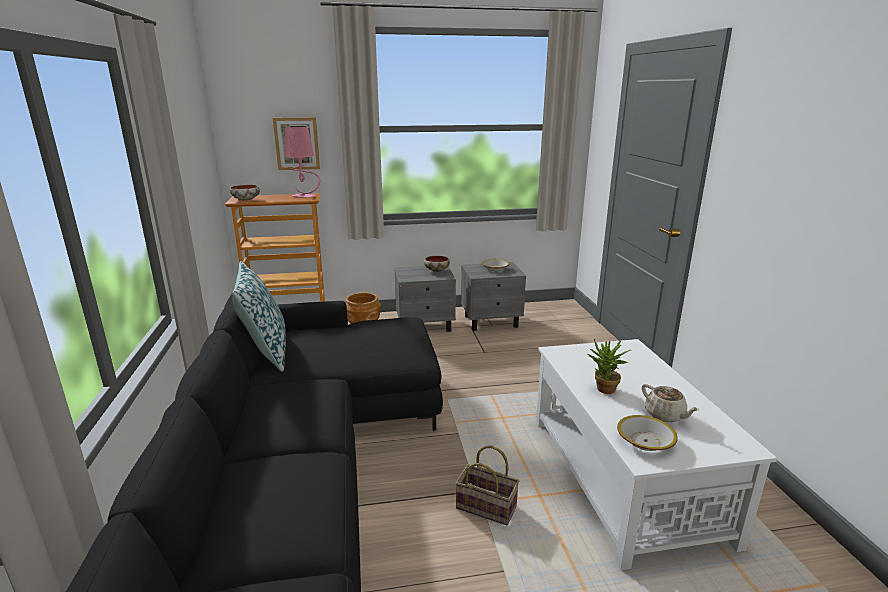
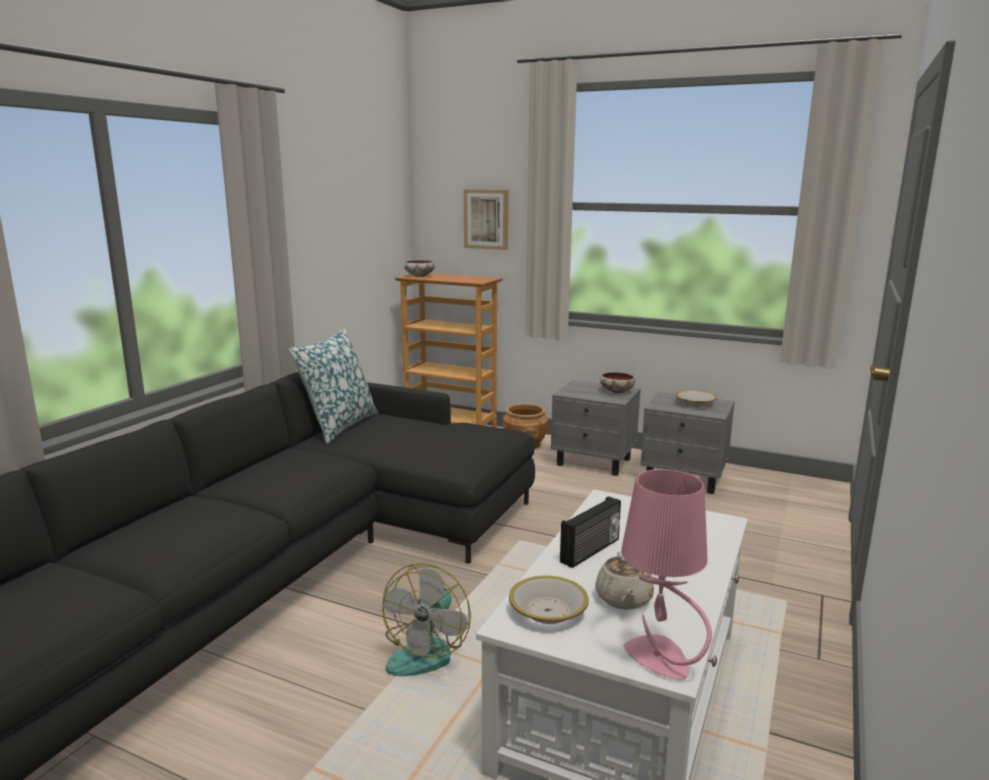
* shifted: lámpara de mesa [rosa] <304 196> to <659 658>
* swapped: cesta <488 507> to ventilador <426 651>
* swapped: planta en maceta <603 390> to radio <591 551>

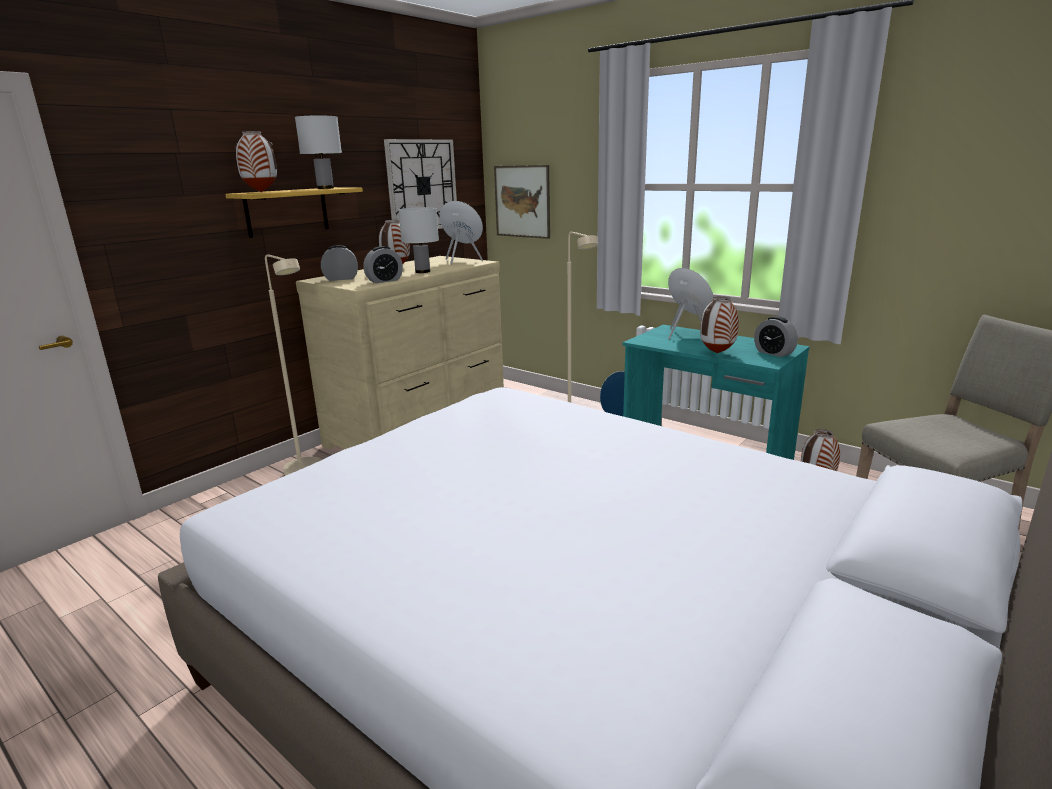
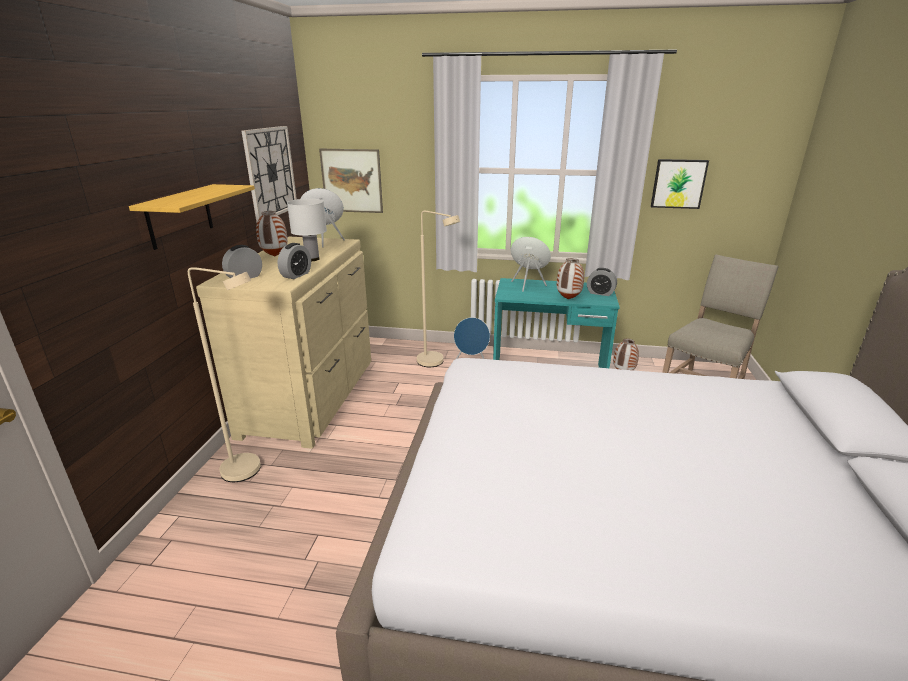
* gone: florero <260 192>
* gone: lámpara de mesa [blanco] <325 188>
* new: cuadro <678 183>

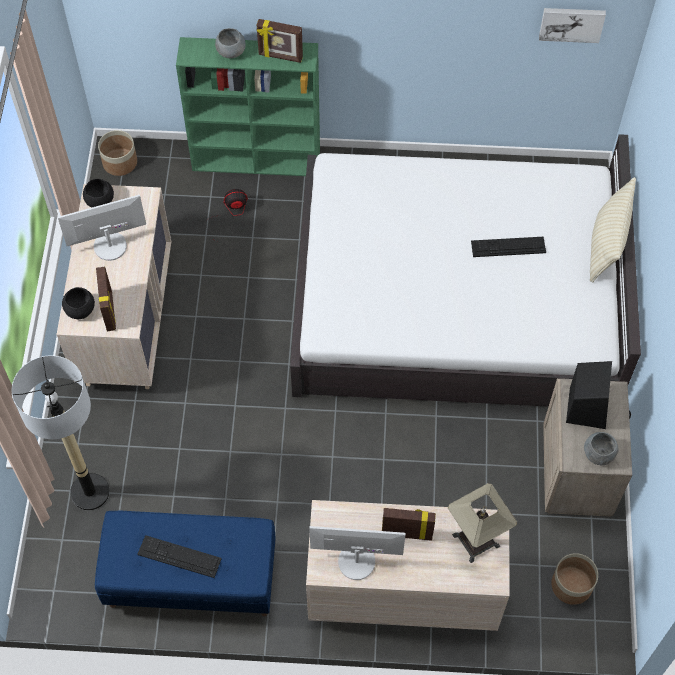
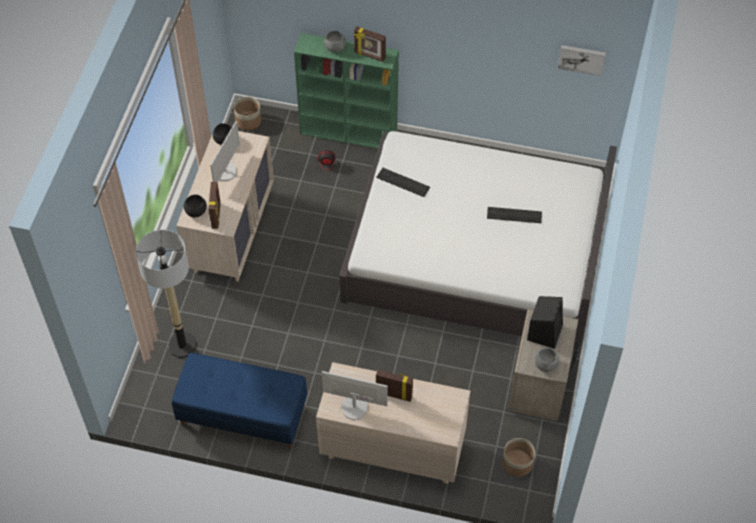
* gone: lámpara de mesa <476 540>
* gone: cojín [beis] <607 243>
* shifted: teclado <179 556> to <403 182>
* rotated: monitor <109 245> = <225 171> 120 degrees clockwise

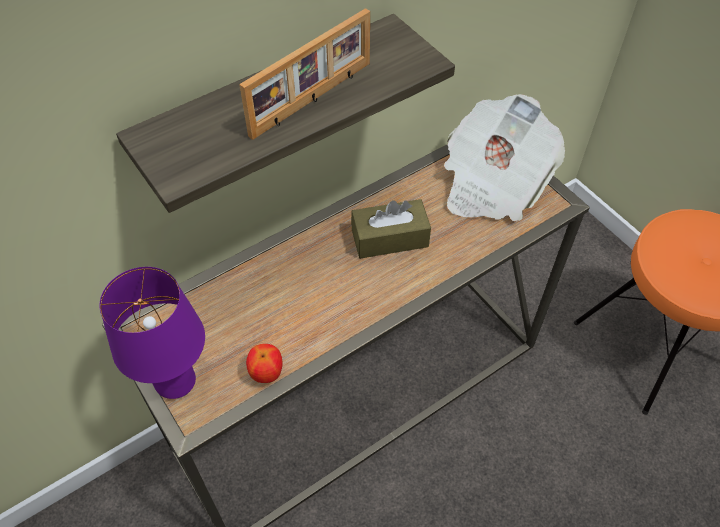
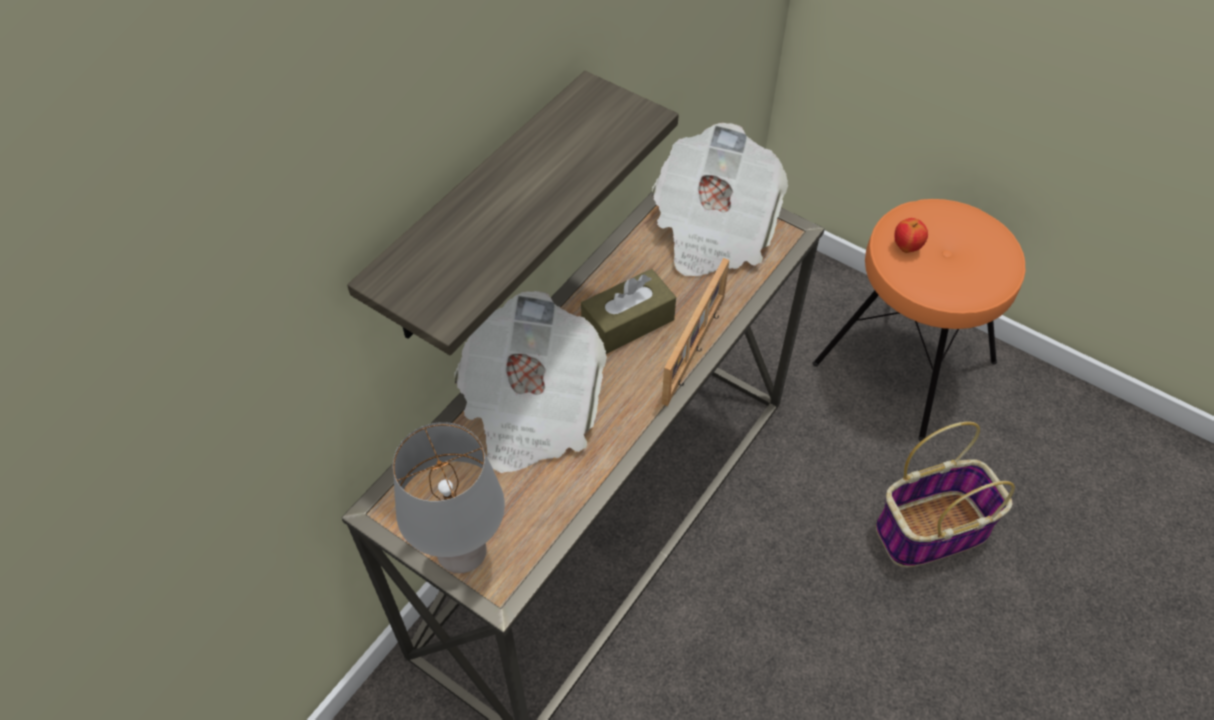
* new: periódico <531 408>
* new: cesta <932 529>
* shifted: portarretratos <313 99> to <696 349>
* shifted: manzana <266 373> to <906 247>
* repainted: lámpara de mesa [morado] <174 382> to lámpara de mesa [gris] <461 554>

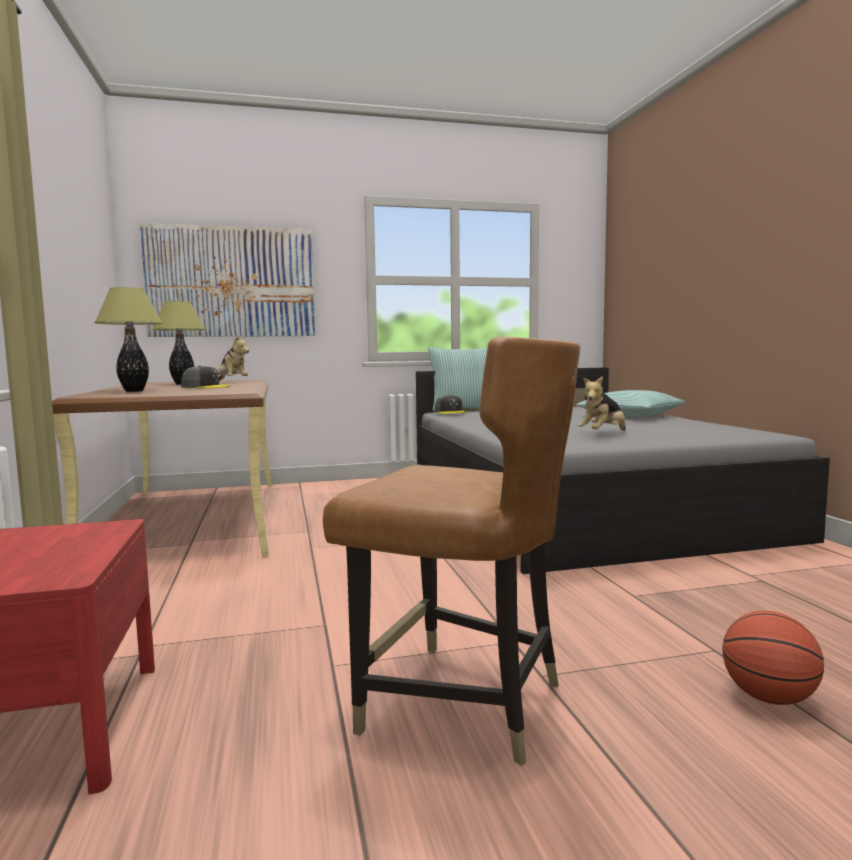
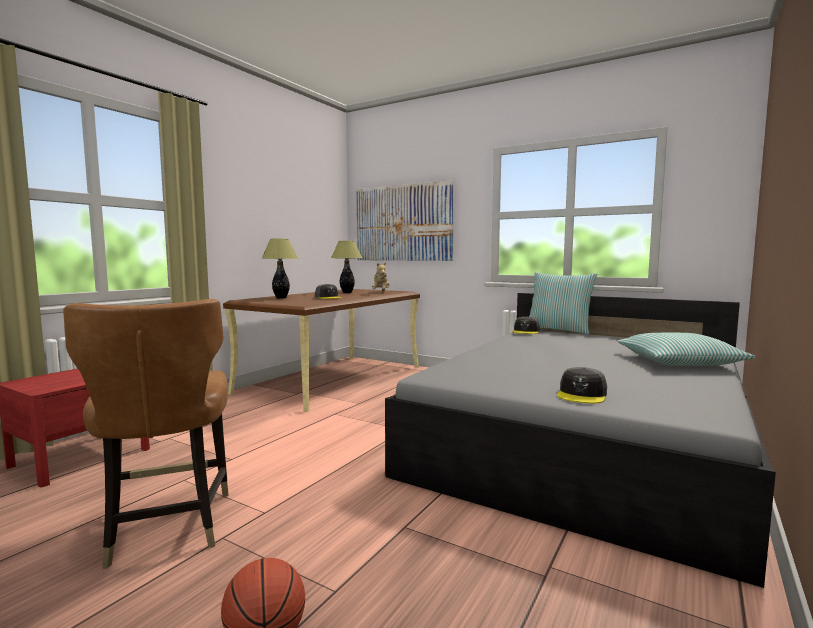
* gone: peluche <603 434>
* new: gorra [gris] <582 395>

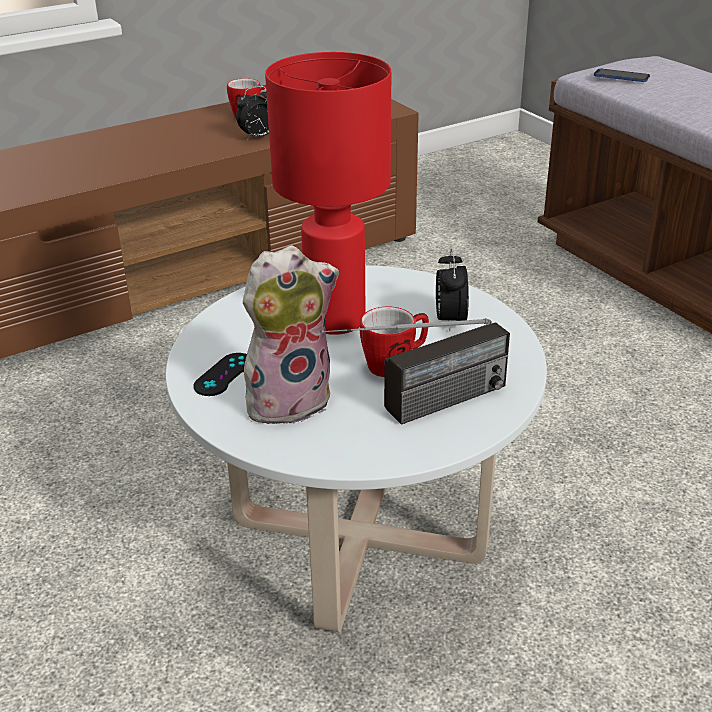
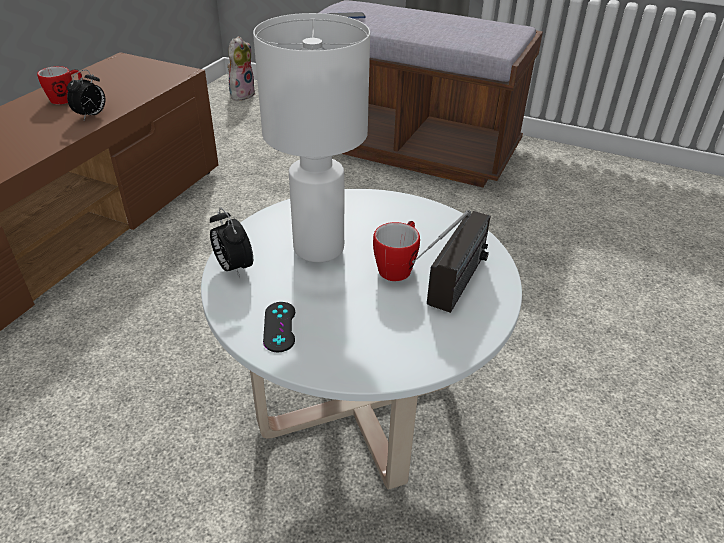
* shifted: peluche <289 399> to <242 94>
* shifted: despertador <450 320> to <233 268>
* repainted: lámpara de mesa [rojo] <333 320> to lámpara de mesa [blanco] <317 249>

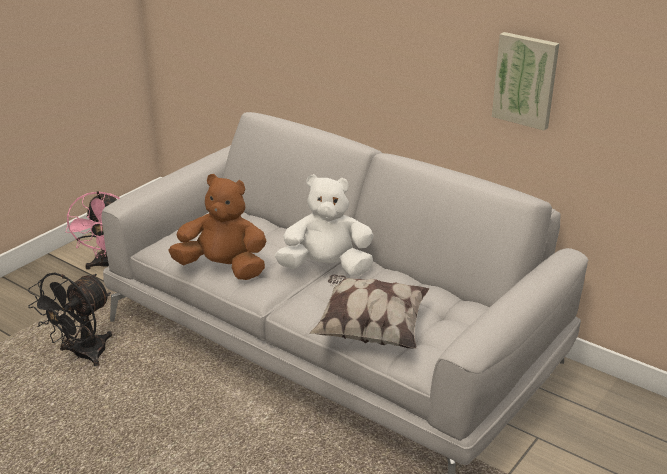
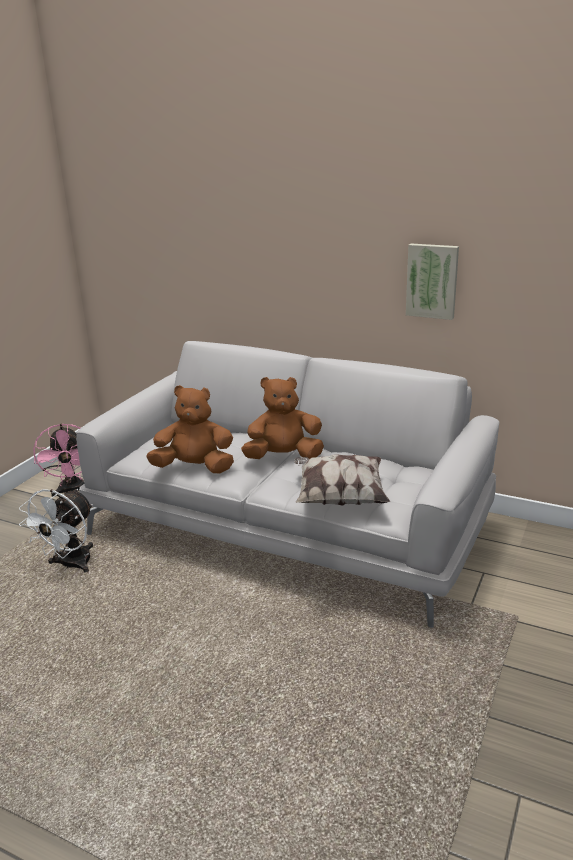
* repainted: ventilador [negro] <82 355> to ventilador [blanco] <70 565>
* repainted: peluche [blanco] <326 268> to peluche [marrón] <283 457>

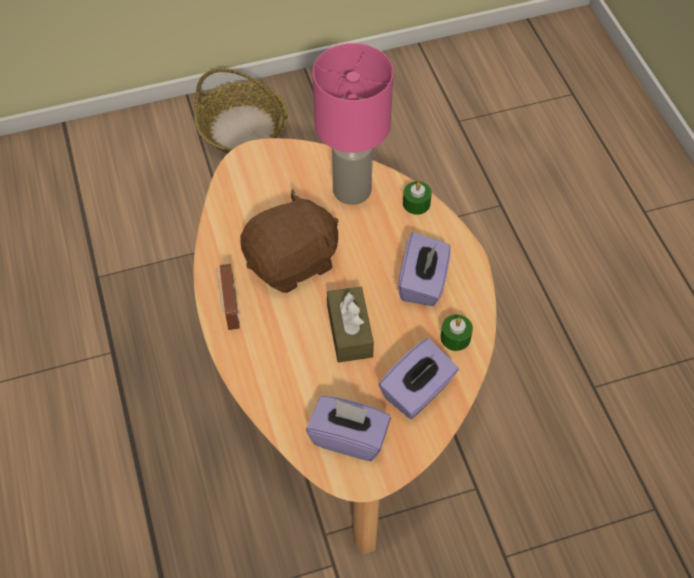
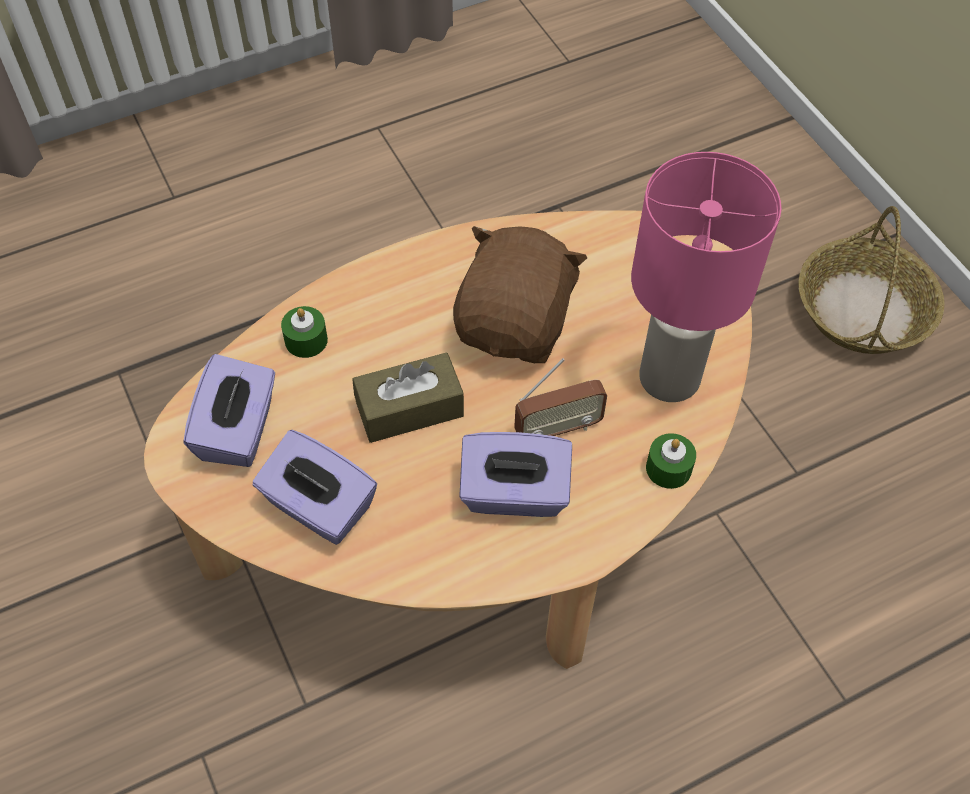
* shifted: radio <230 309> to <557 429>
* shifted: vela [verde] <455 337> to <306 340>
* rotated: peluche [marrón] <292 262> = <516 324> 120 degrees counterclockwise

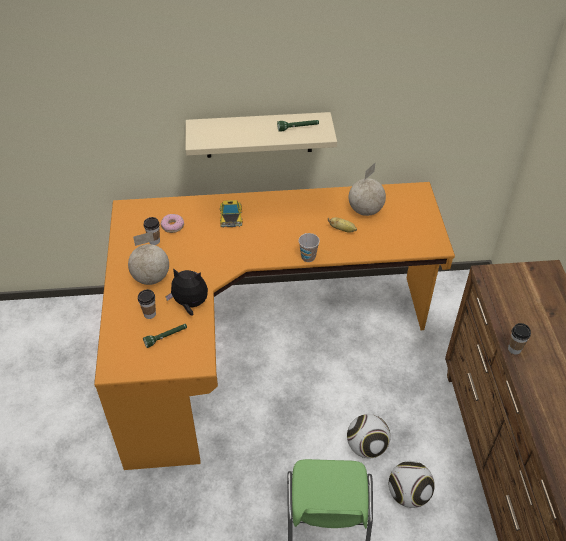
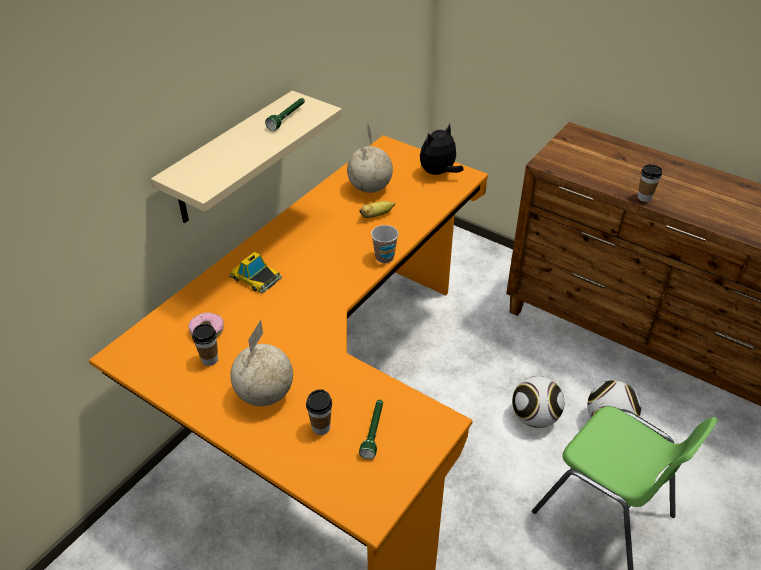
* shifted: peluche <190 304> to <438 173>

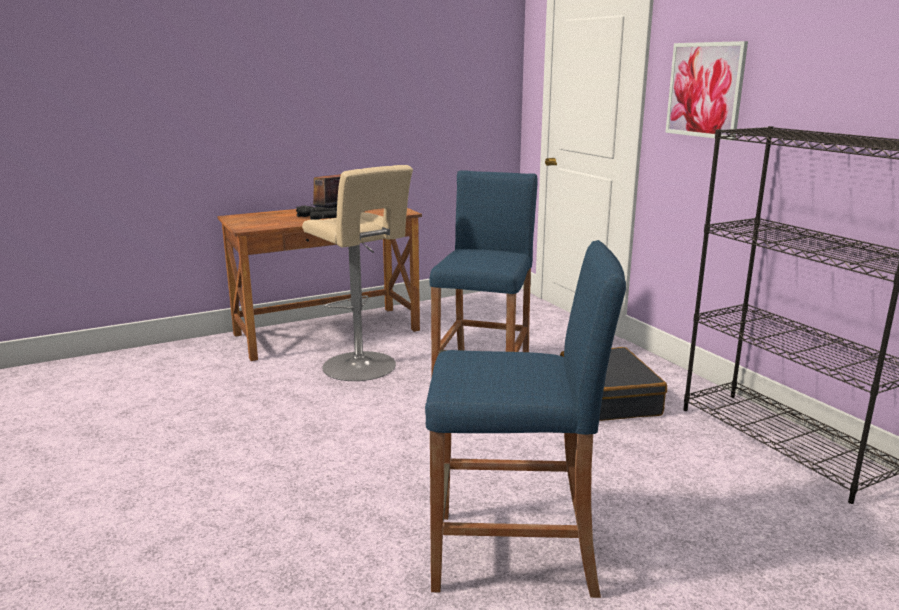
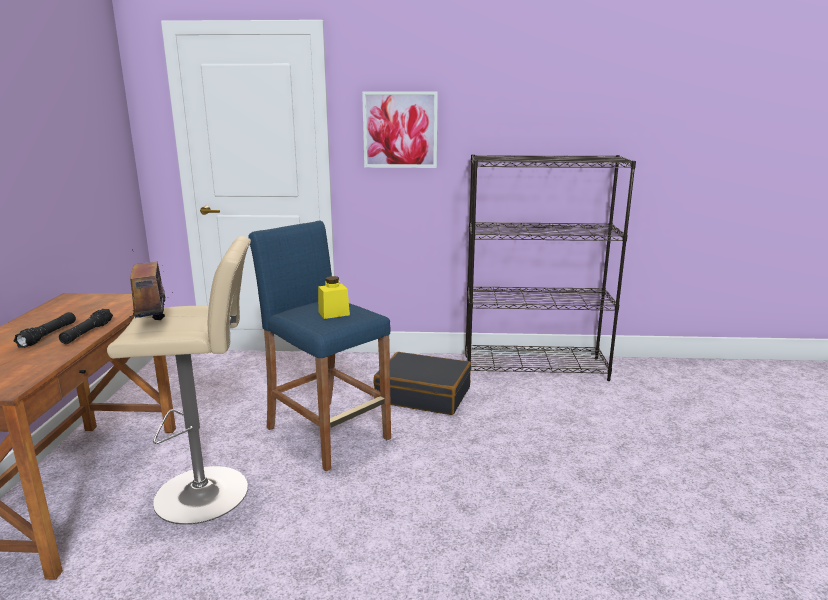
* gone: taburete [azul] <513 554>
* new: tarro [amarillo] <334 313>

